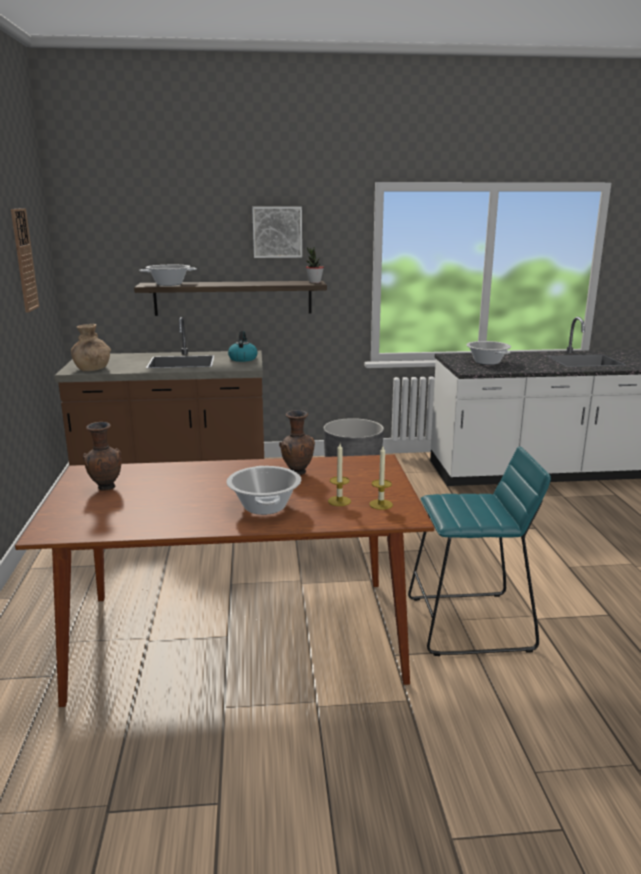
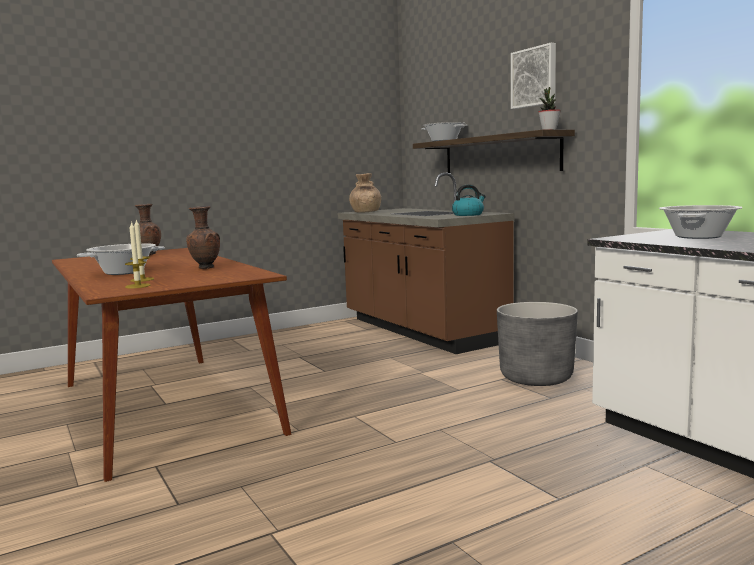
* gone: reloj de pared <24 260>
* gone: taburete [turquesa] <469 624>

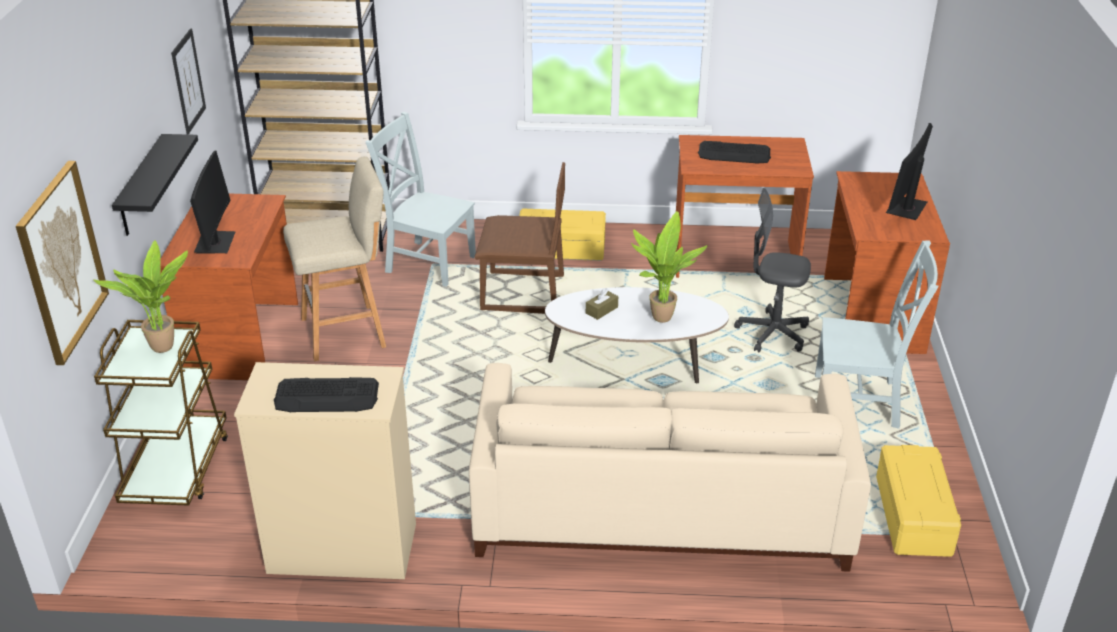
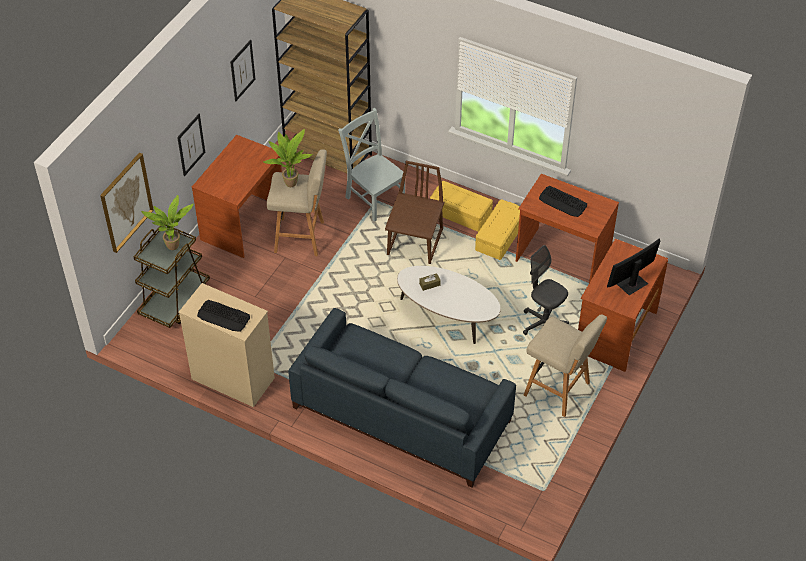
* gone: monitor <215 243>
* shifted: planta en maceta <659 317> to <290 182>
* shifted: caja de almacenaje [amarillo] <911 515> to <499 236>
* swapped: estante [negro] <141 186> to cuadro <191 144>
* swapped: silla [gris] <861 402> to taburete [beis] <558 390>
* repainted: sofá [beis] <659 505> to sofá [azul] <401 413>
* rotated: silla [marrón] <522 294> = <415 242> 105 degrees counterclockwise

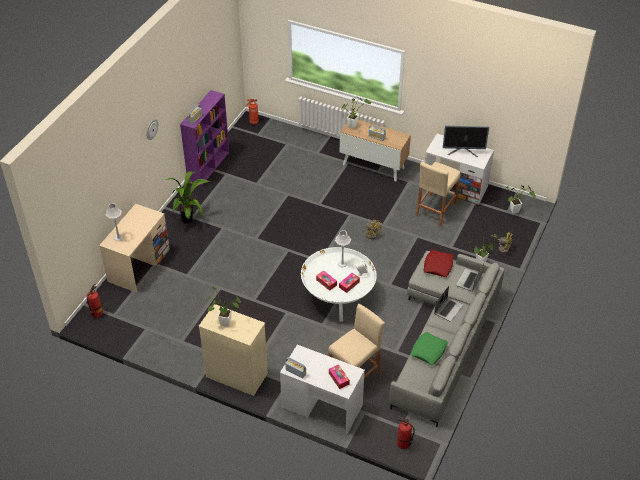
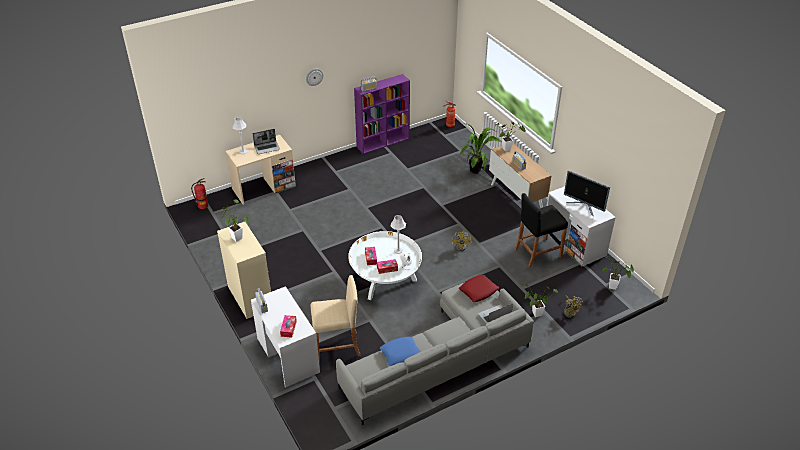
* gone: extintor <403 444>
* shifted: planta en maceta <190 219> to <477 172>
* shifted: portátil <448 309> to <267 148>
* repainted: cojín [verde] <428 351> to cojín [azul] <400 354>
* repainted: taburete [beis] <435 209> to taburete [negro] <537 252>

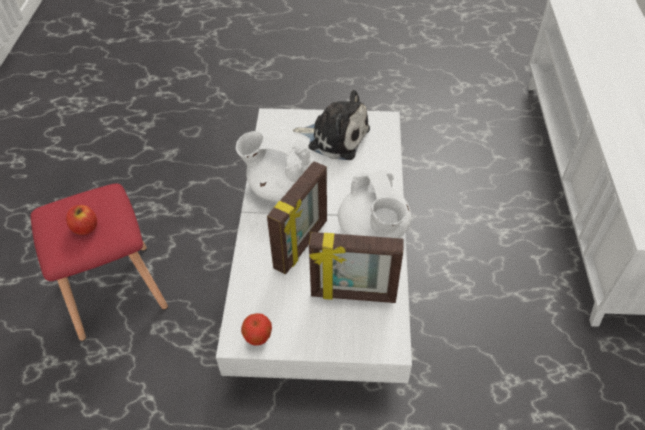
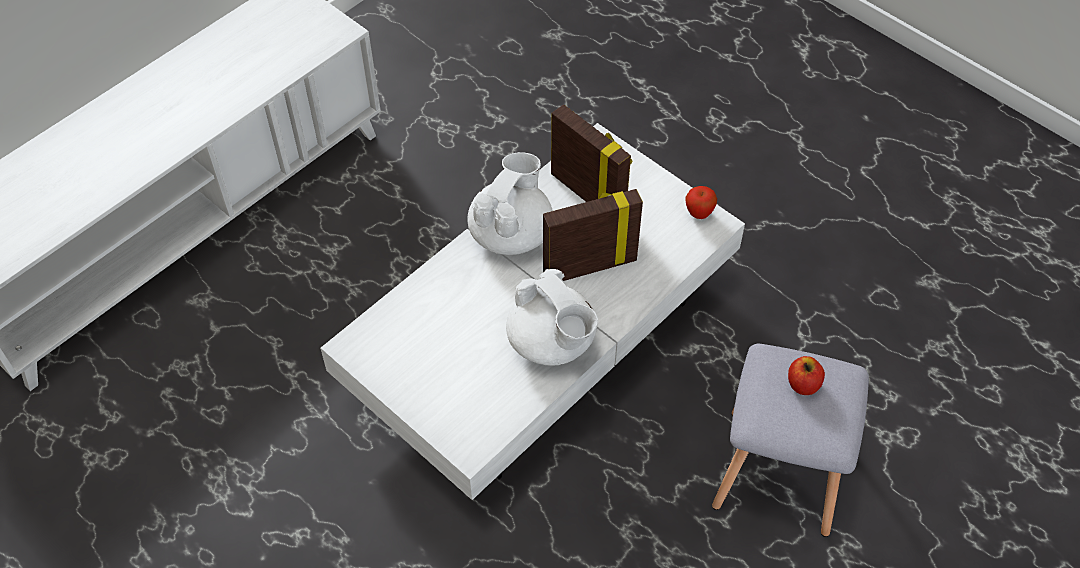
* gone: peluche <335 137>
* repainted: taburete [rojo] <113 290> to taburete [gris] <779 474>

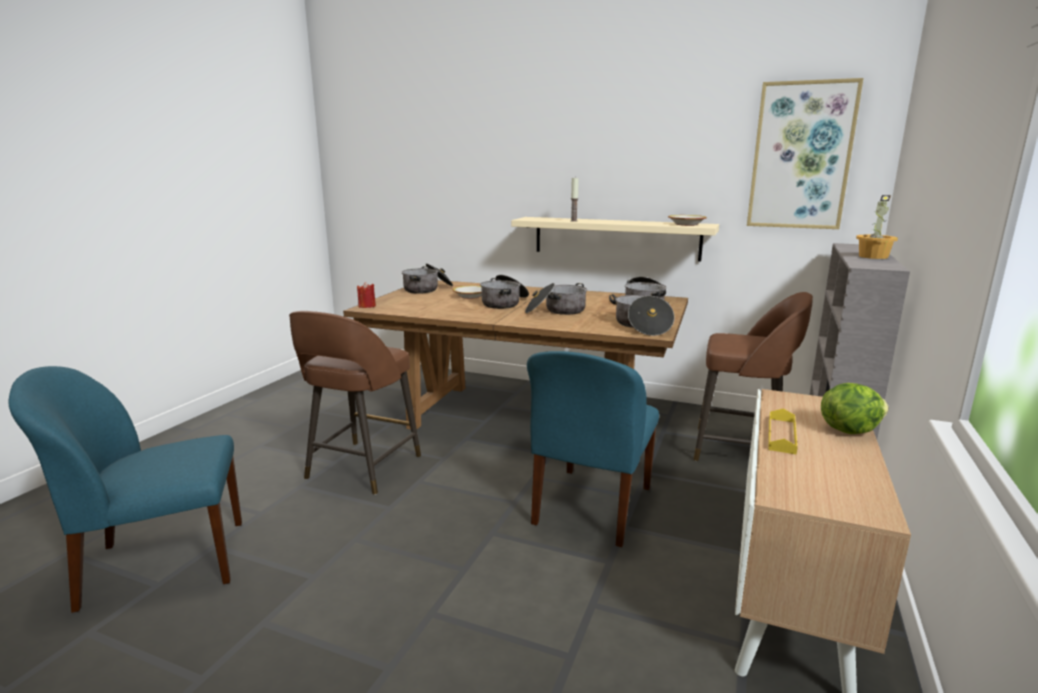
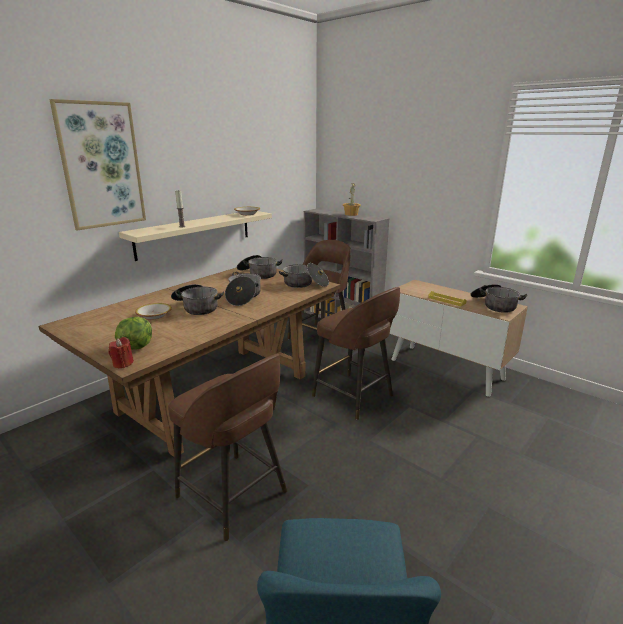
* shifted: olla <427 289> to <494 305>
* shifted: cuadro <801 156> to <101 165>
* shifted: lechuga <848 430> to <136 346>
* swapped: silla [azul] <591 507> to taburete [marrón] <354 396>

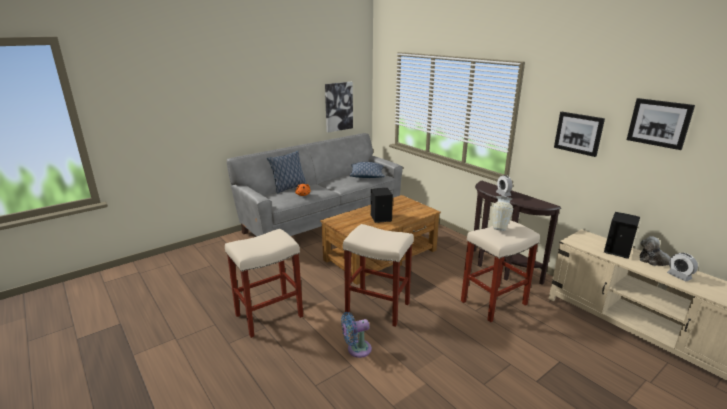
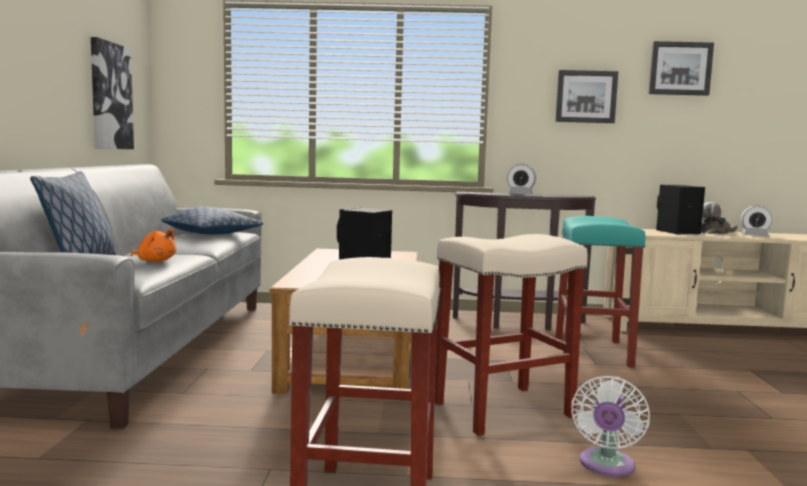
* gone: florero <500 228>
* repainted: ventilador [azul] <356 349> to ventilador [blanco] <606 466>
* repainted: taburete [beis] <493 303> to taburete [turquesa] <593 352>

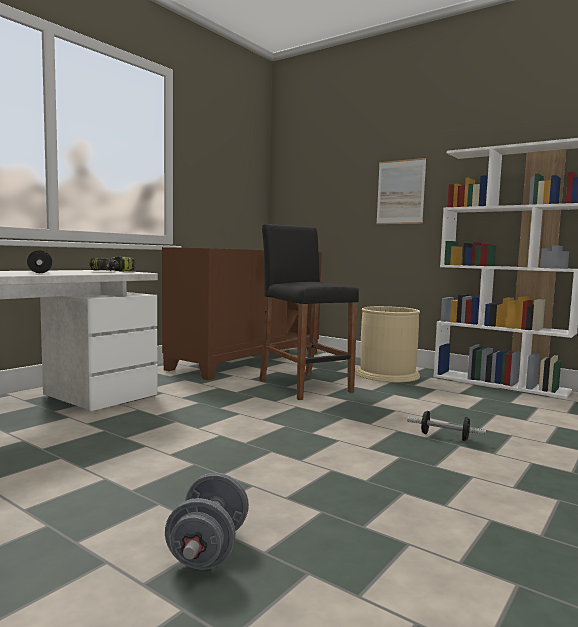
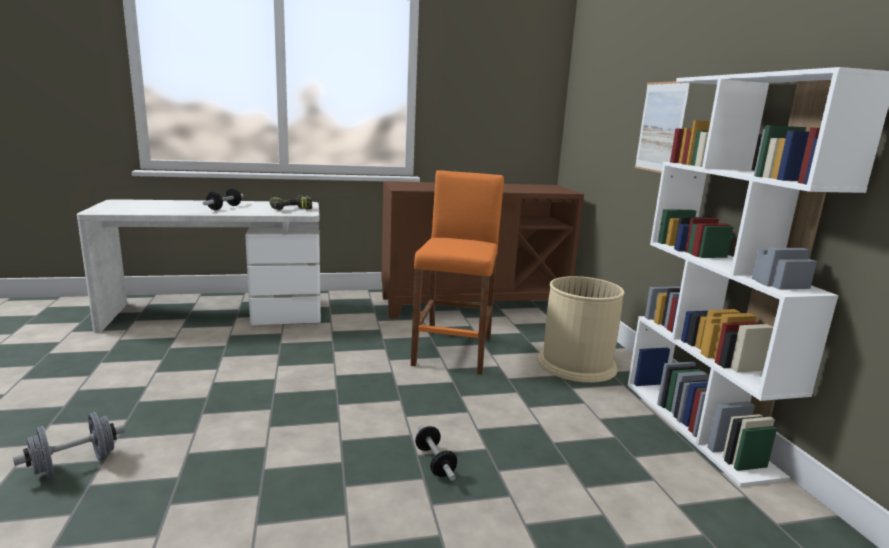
* repainted: taburete [negro] <304 386> to taburete [naranja] <454 351>

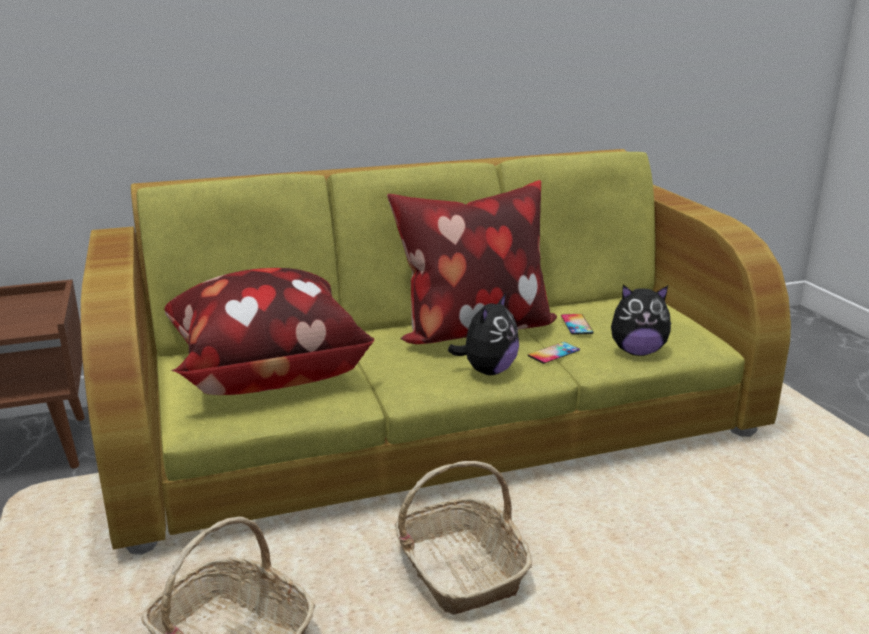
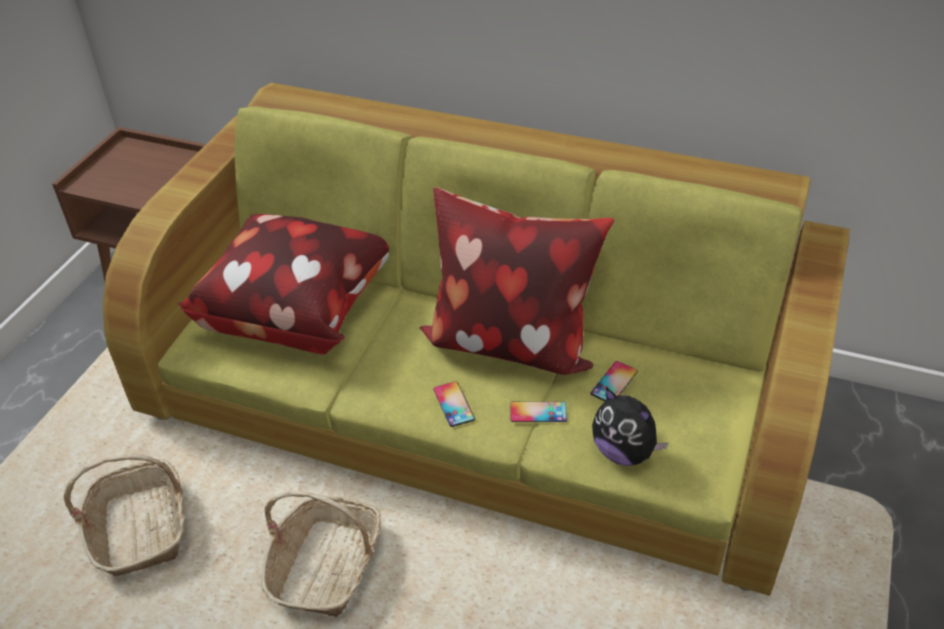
* swapped: peluche <487 371> to móvil <453 404>

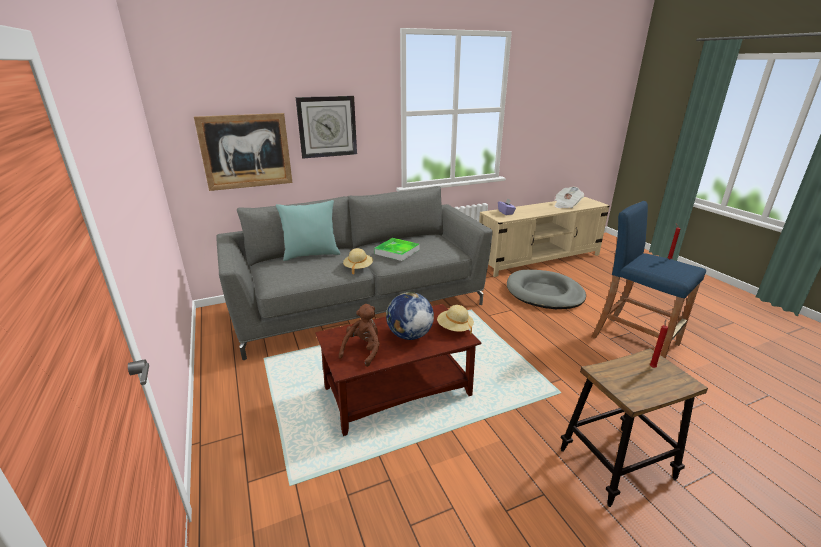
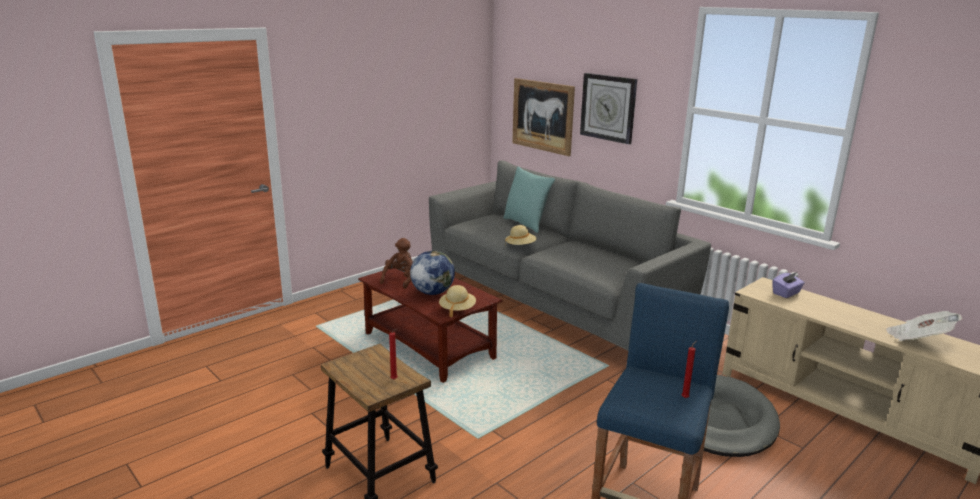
* gone: bandeja <397 251>
* rotated: peluche [marrón] <363 350> = <400 279> 75 degrees counterclockwise

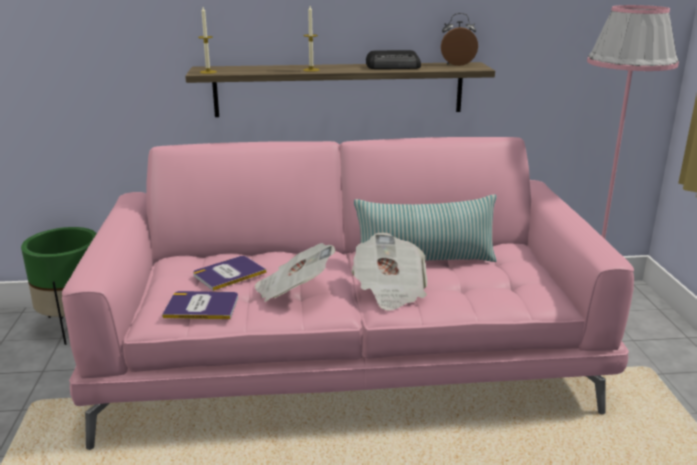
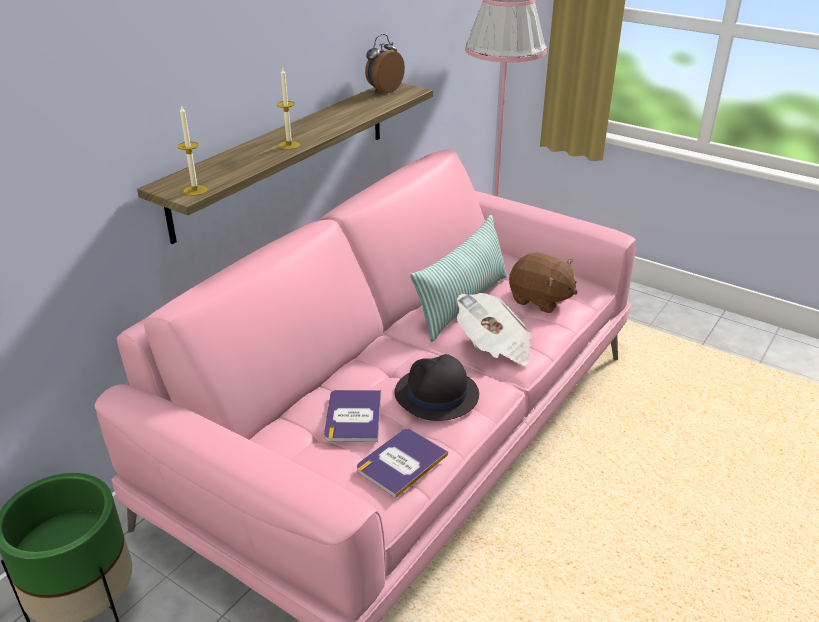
* gone: radio <394 66>
* new: peluche [marrón] <540 300>
* swapped: periódico <293 291> to sombrero [negro] <436 395>

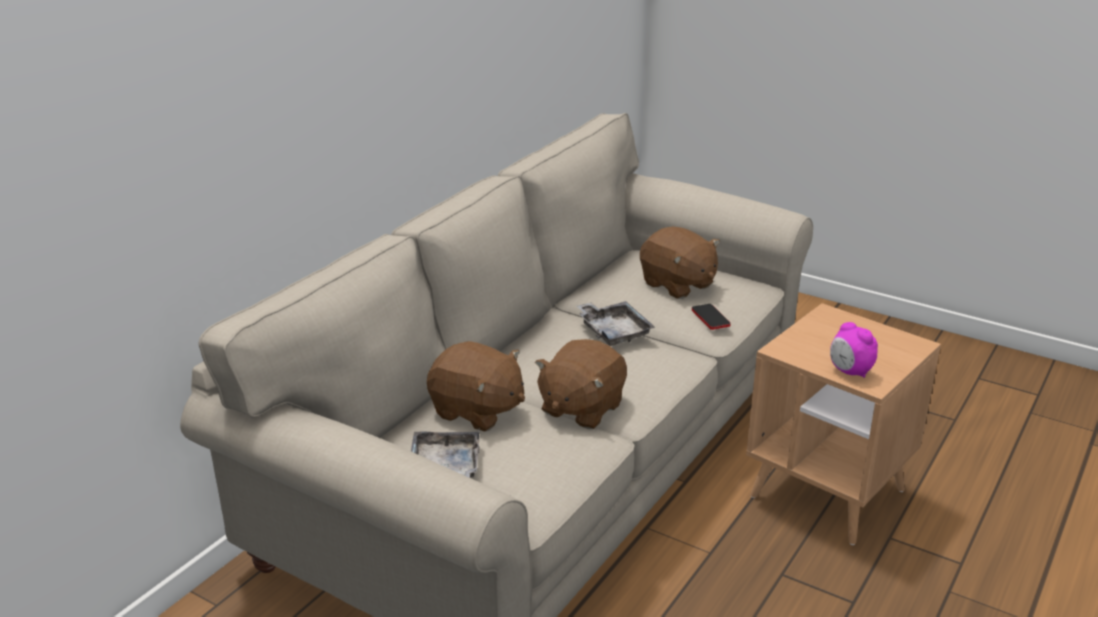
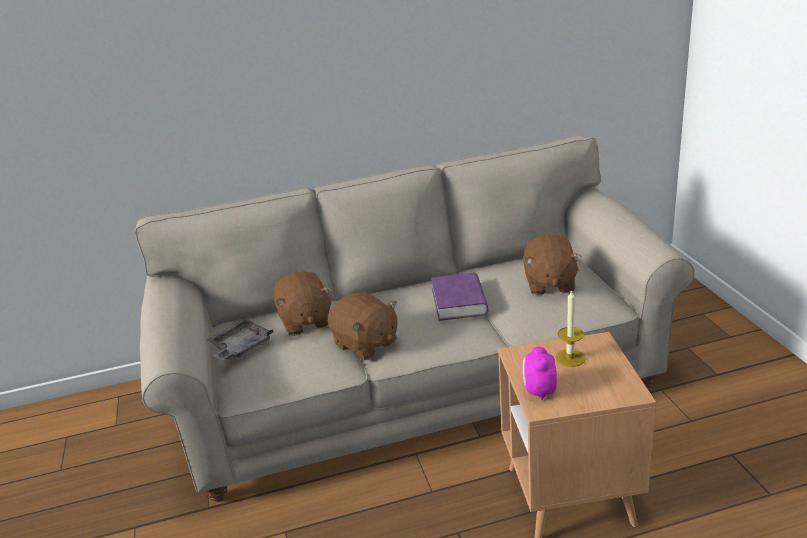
* gone: móvil <710 317>
* new: vela <570 358>
* swapped: bandeja [gris] <613 331> to libro [morado] <459 302>
* rotated: peluche [marrón] <581 408> = <365 344> 120 degrees counterclockwise

